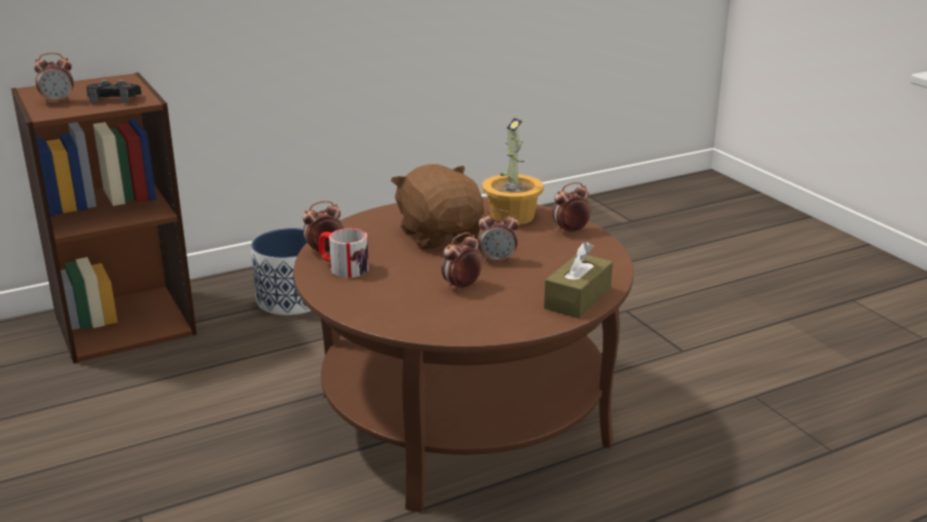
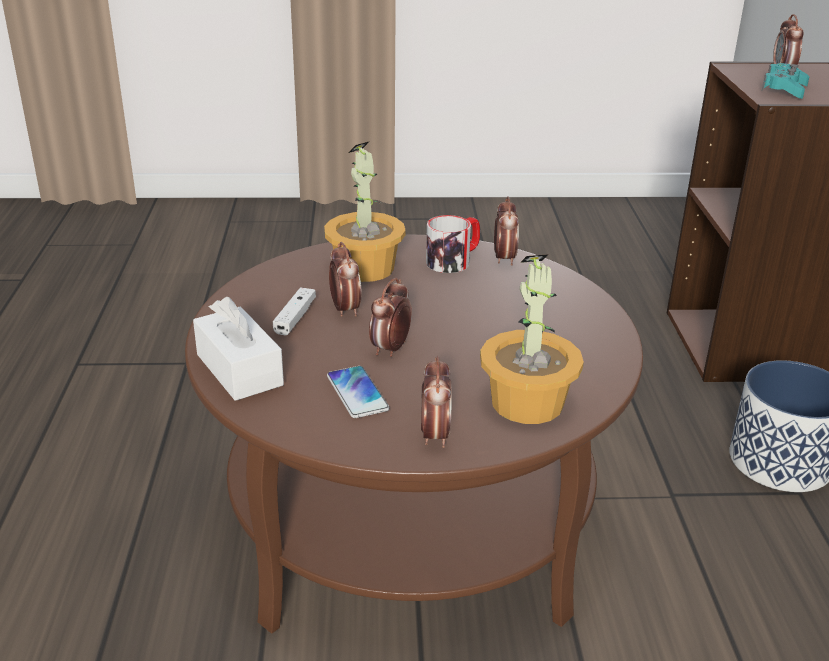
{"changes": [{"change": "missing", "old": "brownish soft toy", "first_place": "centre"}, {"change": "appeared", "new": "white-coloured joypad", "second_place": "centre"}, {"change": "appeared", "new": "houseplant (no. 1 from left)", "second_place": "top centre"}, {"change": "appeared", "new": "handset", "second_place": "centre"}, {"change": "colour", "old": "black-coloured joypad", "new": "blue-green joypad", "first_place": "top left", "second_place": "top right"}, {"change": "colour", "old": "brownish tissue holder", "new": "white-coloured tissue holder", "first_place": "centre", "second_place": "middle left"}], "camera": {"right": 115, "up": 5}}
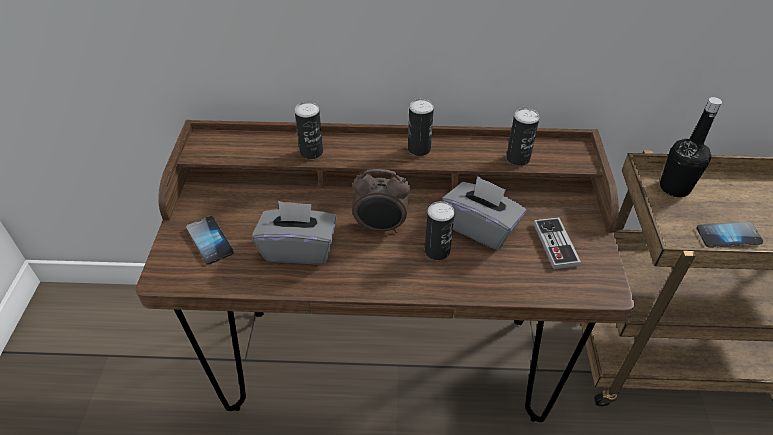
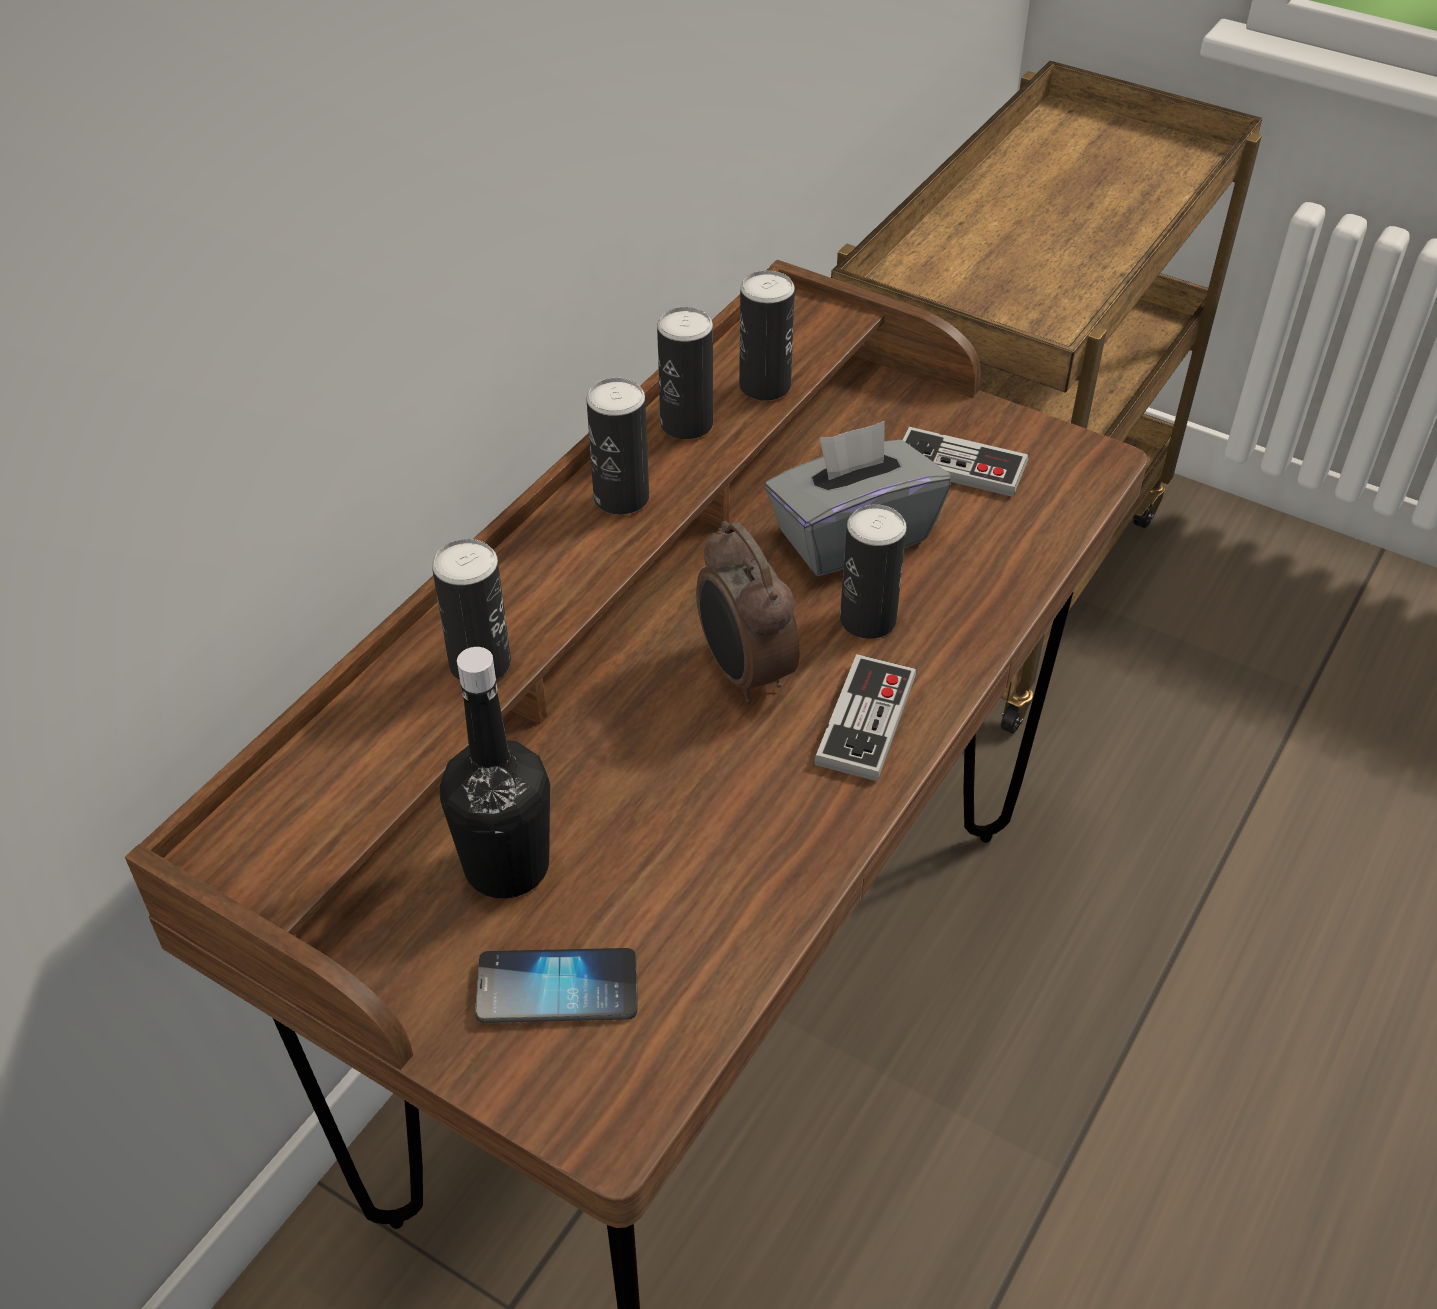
{"changes": [{"change": "missing", "old": "gray tissue holder (no. 1 from left)", "first_place": "centre"}, {"change": "missing", "old": "handset (no. 2 from left)", "first_place": "middle right"}, {"change": "appeared", "new": "sealed can (no. 3 from left)", "second_place": "top centre"}, {"change": "appeared", "new": "joypad (no. 1 from left)", "second_place": "centre"}, {"change": "relocated", "old": "black-coloured beverage bottle", "first_place": "middle right", "second_place": "centre"}, {"change": "spun", "old": "alarm clock", "first_place": "centre", "second_place": "centre", "degrees": 120}], "camera": {"right": -60, "up": 0}}
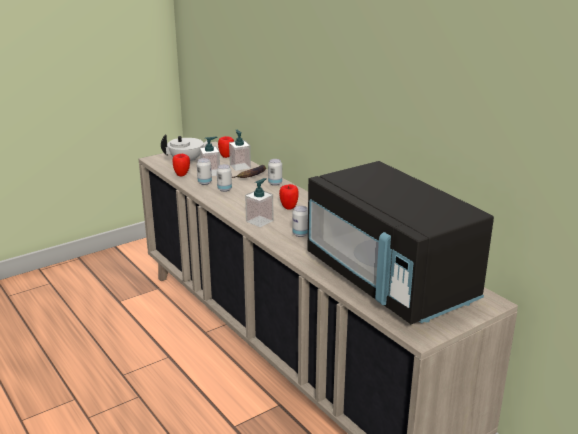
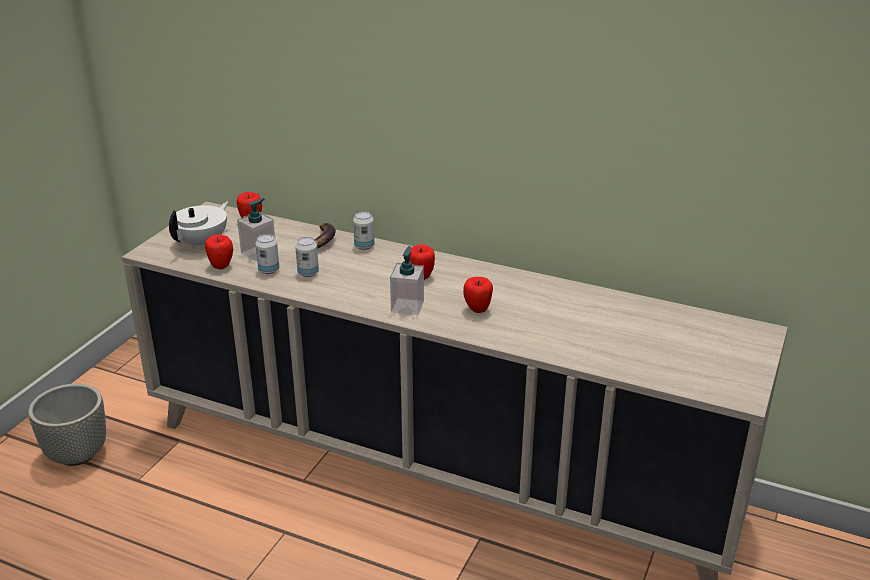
{"changes": [{"change": "missing", "old": "soap dispenser (no. 2 from left)", "first_place": "centre"}, {"change": "missing", "old": "black-coloured kitchen microwave", "first_place": "middle right"}, {"change": "appeared", "new": "gray plant pot", "second_place": "bottom left"}, {"change": "exchanged", "old": "sealed can (no. 4 from left)", "new": "apple fruit (no. 4 from left)", "first_place": "centre", "second_place": "centre"}], "camera": {"right": -30, "up": 5}}
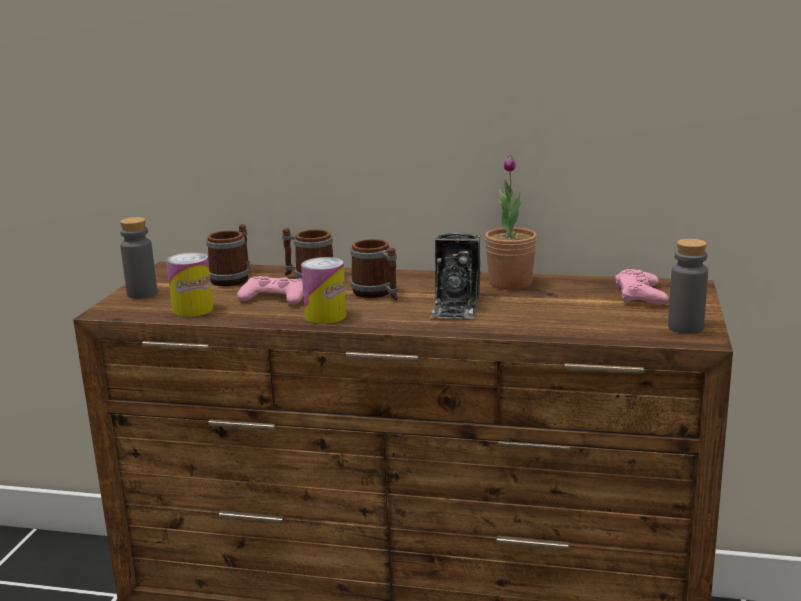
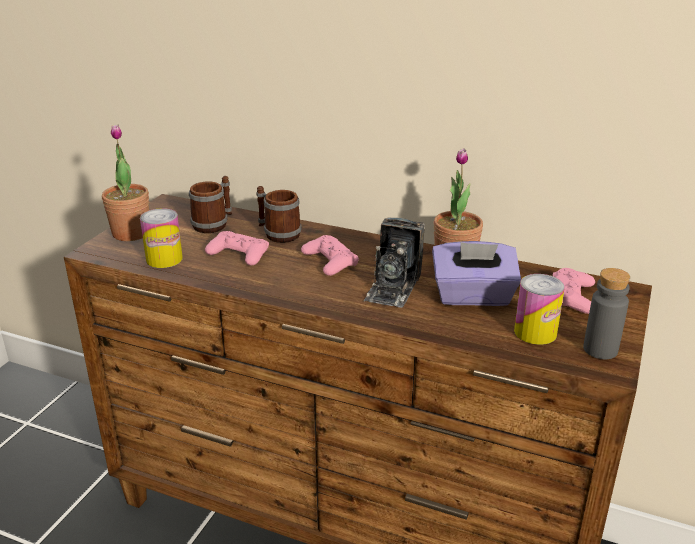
{"changes": [{"change": "appeared", "new": "purple-coloured tissue holder", "second_place": "middle right"}, {"change": "relocated", "old": "sealed can (no. 2 from left)", "first_place": "centre", "second_place": "middle right"}, {"change": "exchanged", "old": "gray beverage bottle (no. 1 from left)", "new": "houseplant (no. 1 from left)", "first_place": "middle left", "second_place": "middle left"}, {"change": "exchanged", "old": "coffee mug (no. 3 from left)", "new": "pink-coloured joypad (no. 2 from left)", "first_place": "centre", "second_place": "centre"}], "camera": {"right": 10, "up": 10}}
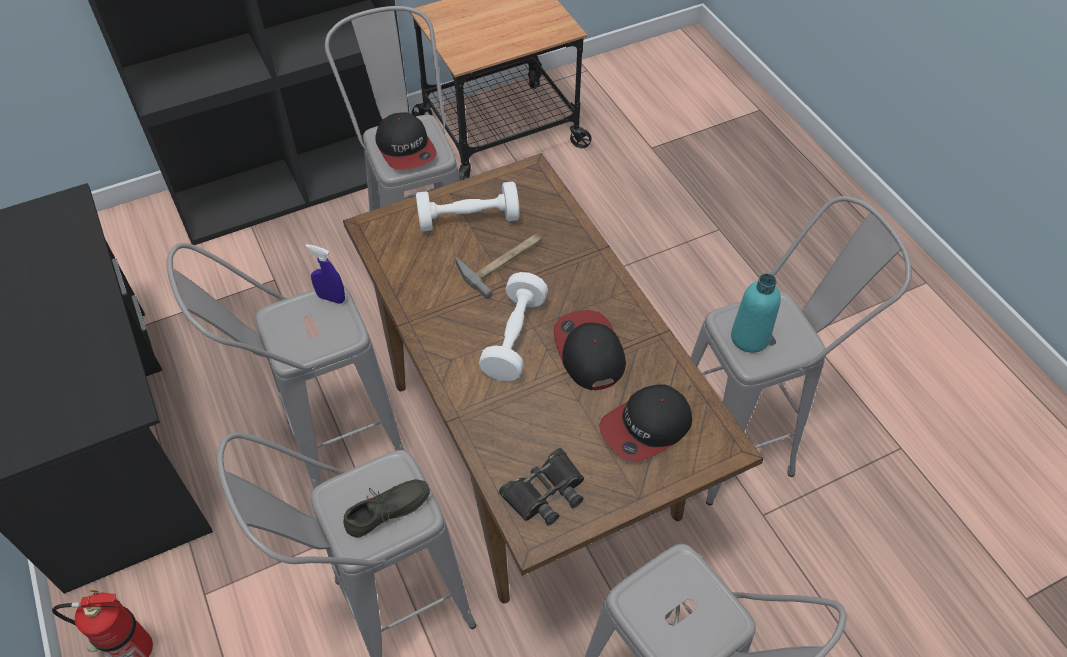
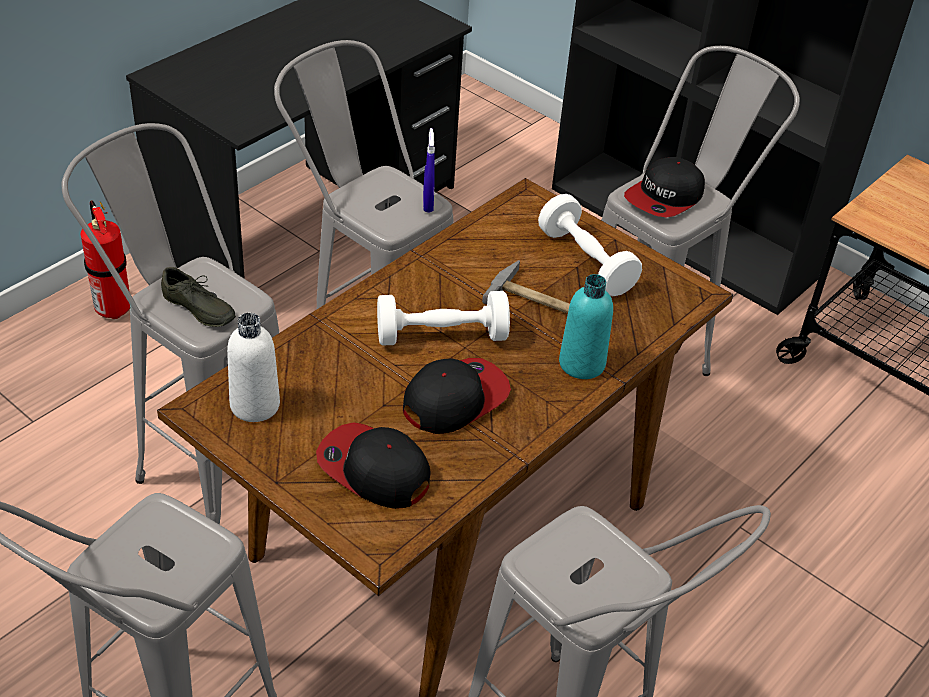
{"changes": [{"change": "relocated", "old": "blue-green beverage bottle", "first_place": "middle right", "second_place": "centre"}, {"change": "exchanged", "old": "black-coloured field glasses", "new": "white-coloured beverage bottle", "first_place": "bottom centre", "second_place": "middle left"}], "camera": {"right": 65, "up": -10}}
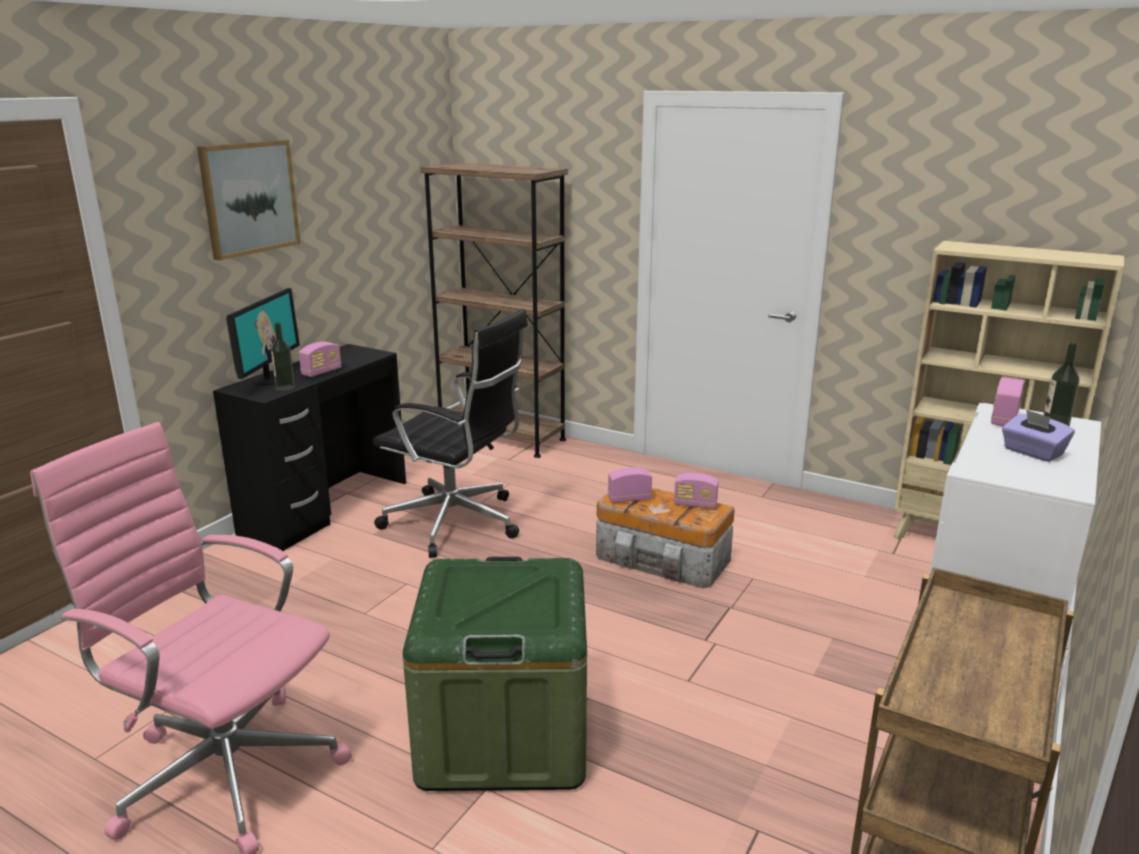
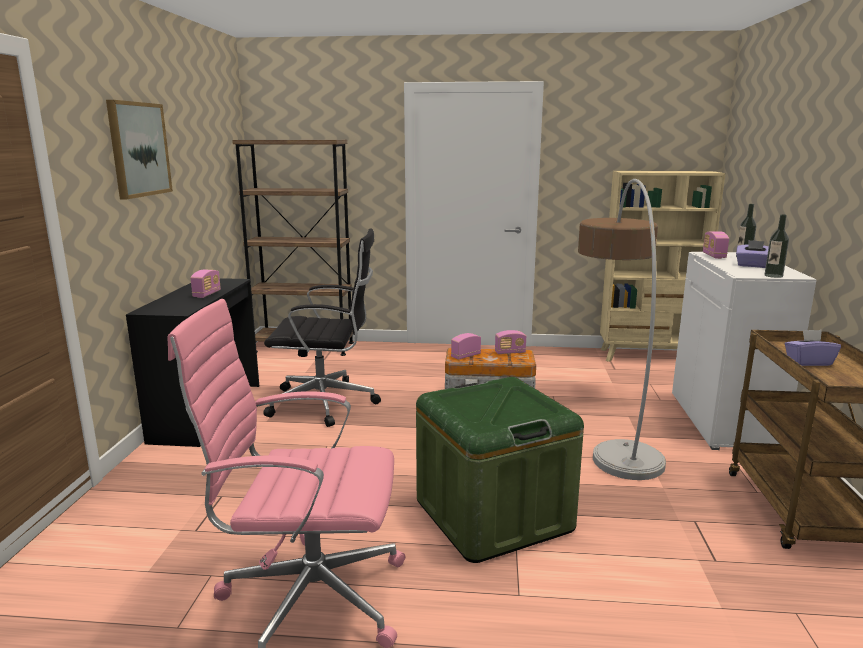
{"changes": [{"change": "missing", "old": "monitor", "first_place": "middle left"}, {"change": "appeared", "new": "floor lamp", "second_place": "middle right"}, {"change": "appeared", "new": "purple-coloured tissue holder (no. 2 from left)", "second_place": "middle right"}, {"change": "relocated", "old": "beverage bottle (no. 1 from left in the first image)", "new": "beverage bottle (no. 2 from left)", "first_place": "middle left", "second_place": "middle right"}], "camera": {"right": -25, "up": -5}}
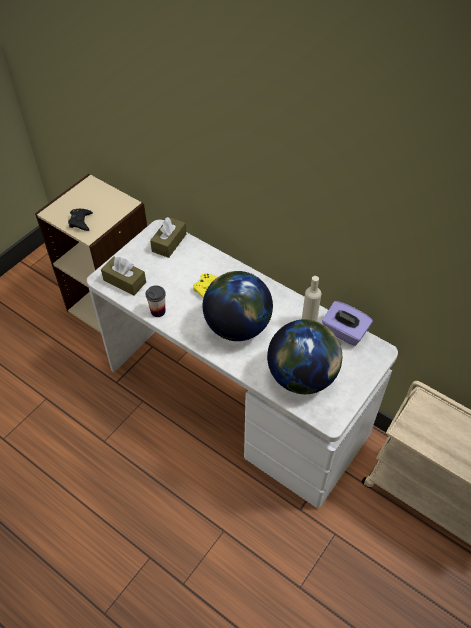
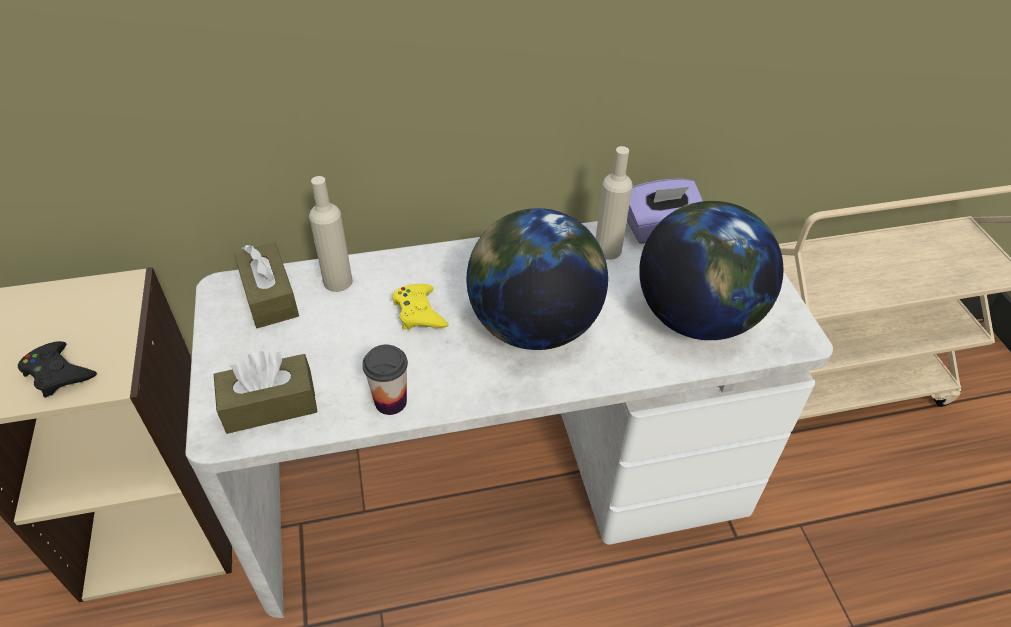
{"changes": [{"change": "appeared", "new": "sand-coloured beverage bottle (no. 1 from left)", "second_place": "middle left"}], "camera": {"right": -50, "up": -5}}
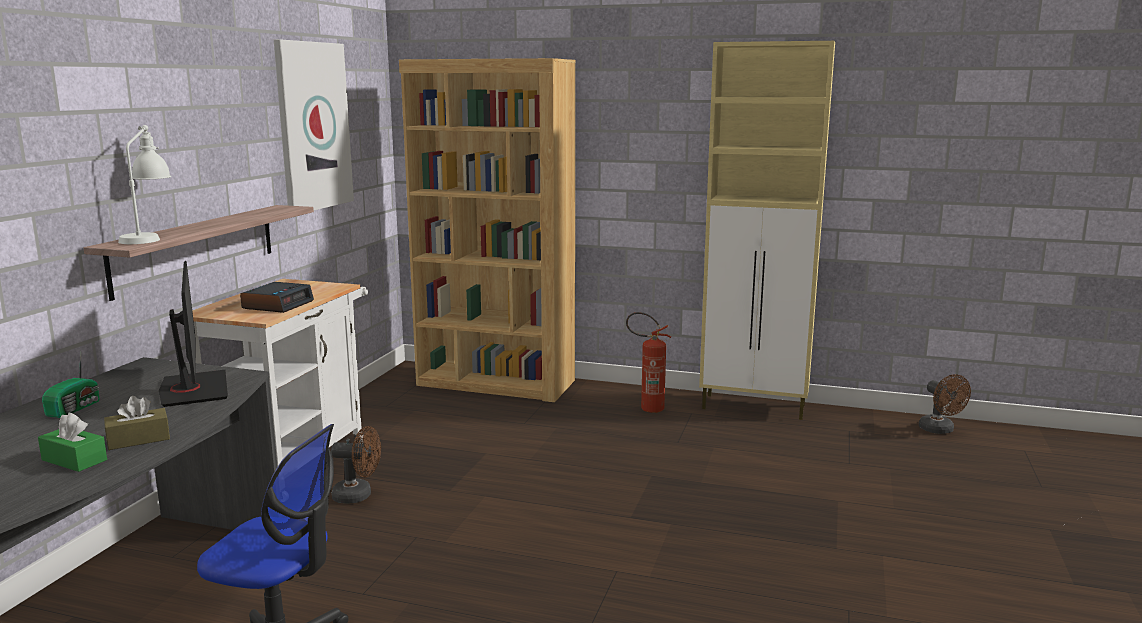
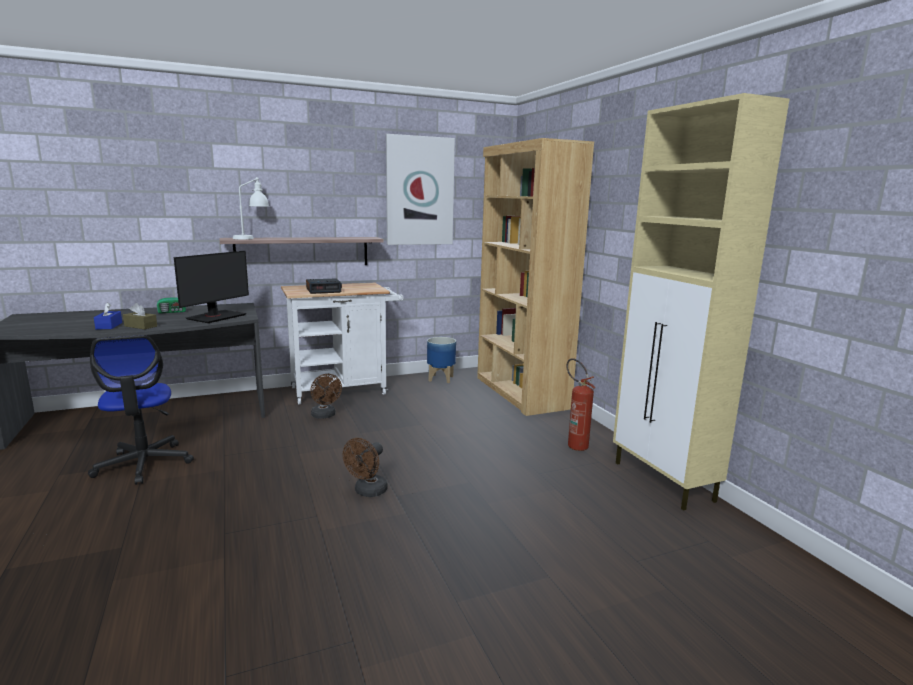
{"changes": [{"change": "appeared", "new": "plant pot", "second_place": "centre"}, {"change": "relocated", "old": "brownish fan (no. 2 from left)", "first_place": "middle right", "second_place": "bottom centre"}, {"change": "colour", "old": "greenish tissue holder", "new": "blue-coloured tissue holder", "first_place": "bottom left", "second_place": "middle left"}], "camera": {"right": 50, "up": 0}}
